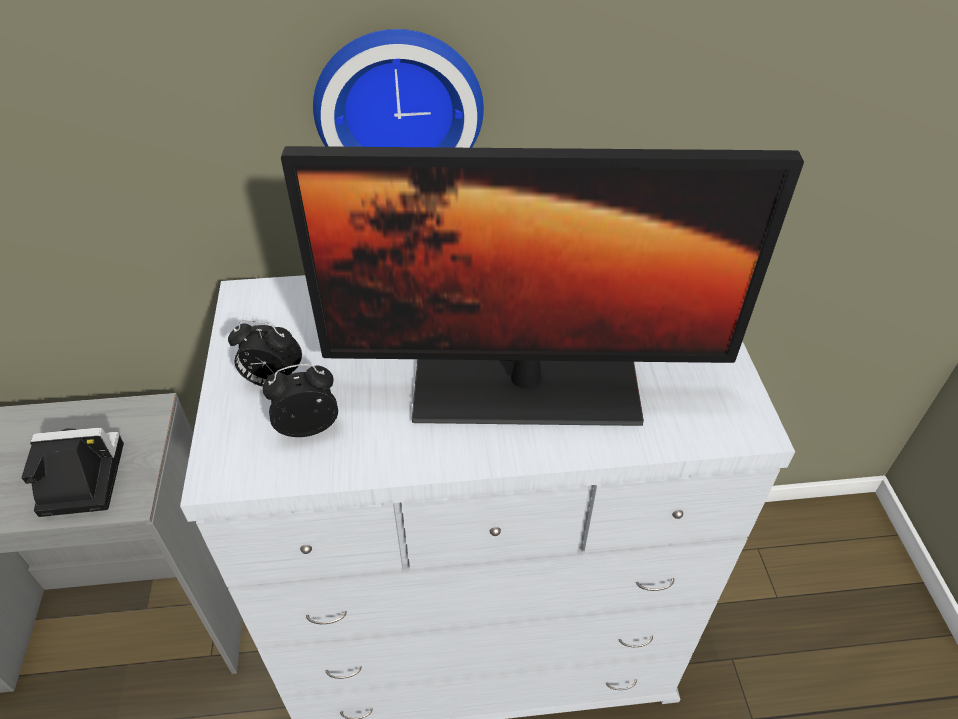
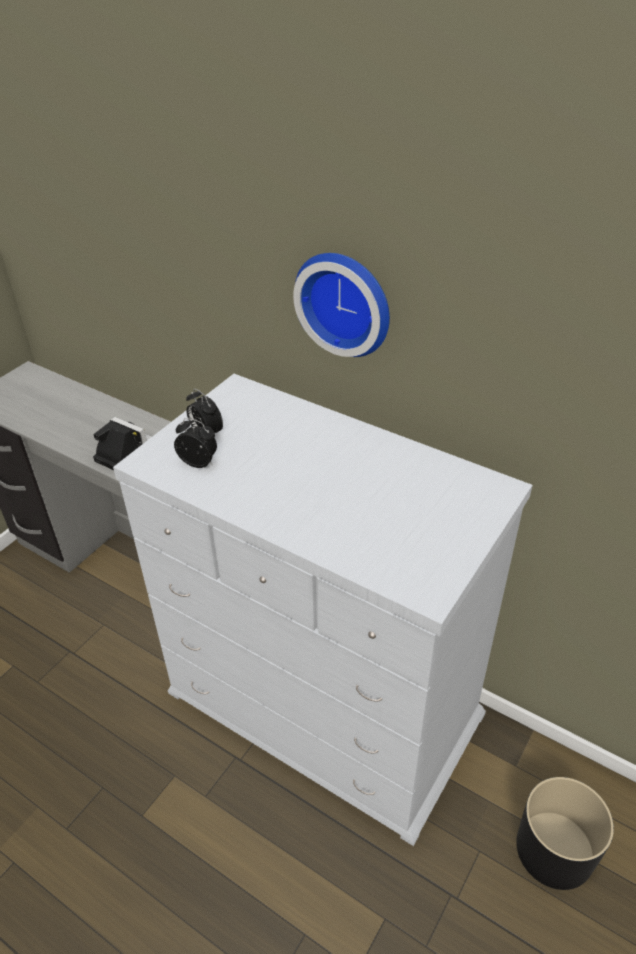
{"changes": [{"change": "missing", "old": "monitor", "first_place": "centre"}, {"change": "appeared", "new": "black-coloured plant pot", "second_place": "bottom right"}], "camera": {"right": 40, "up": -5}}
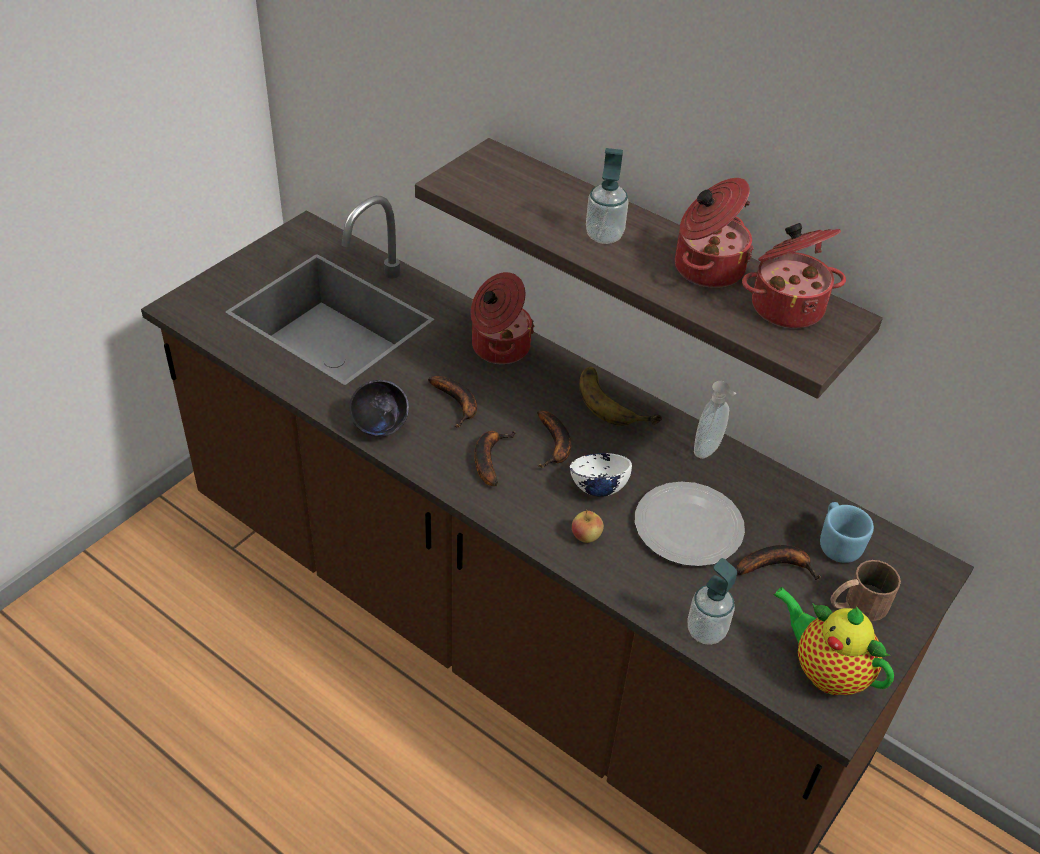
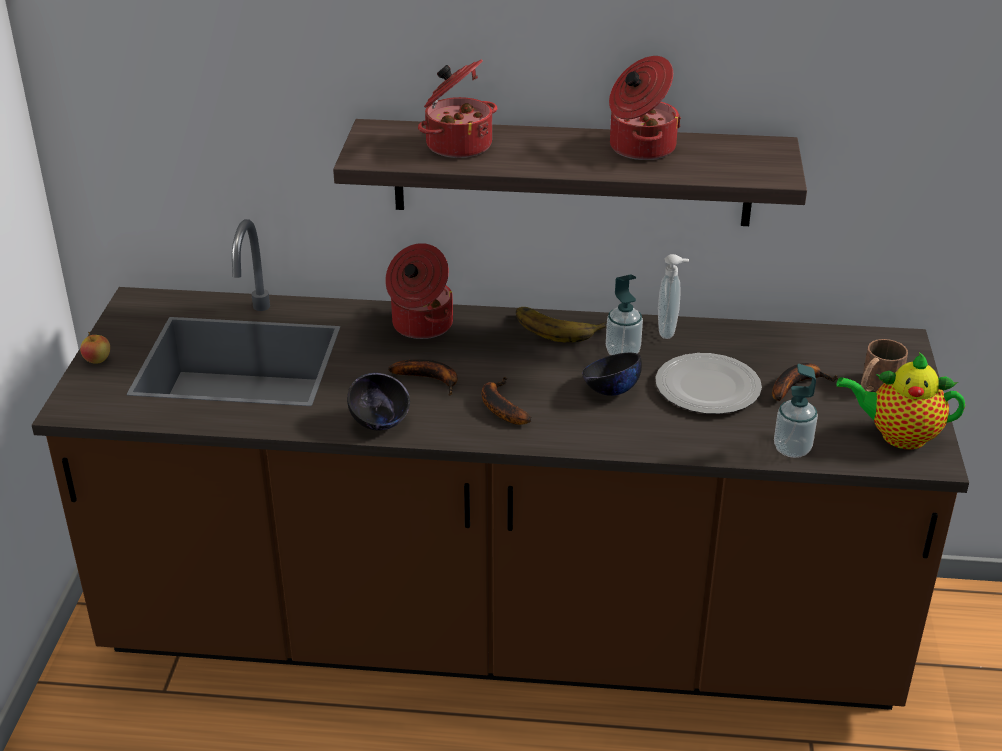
{"changes": [{"change": "missing", "old": "whole banana (no. 3 from left)", "first_place": "centre"}, {"change": "missing", "old": "blue-coloured coffee mug", "first_place": "middle right"}, {"change": "relocated", "old": "apple fruit", "first_place": "centre", "second_place": "middle left"}, {"change": "relocated", "old": "soap dispenser (no. 1 from left)", "first_place": "top centre", "second_place": "centre"}, {"change": "relocated", "old": "cooking pot (no. 3 from left in the first image)", "new": "cooking pot (no. 2 from left)", "first_place": "top right", "second_place": "top centre"}, {"change": "colour", "old": "white-coloured bowl", "new": "black-coloured bowl (no. 2 from left)", "first_place": "centre", "second_place": "centre"}], "camera": {"right": -30, "up": -10}}
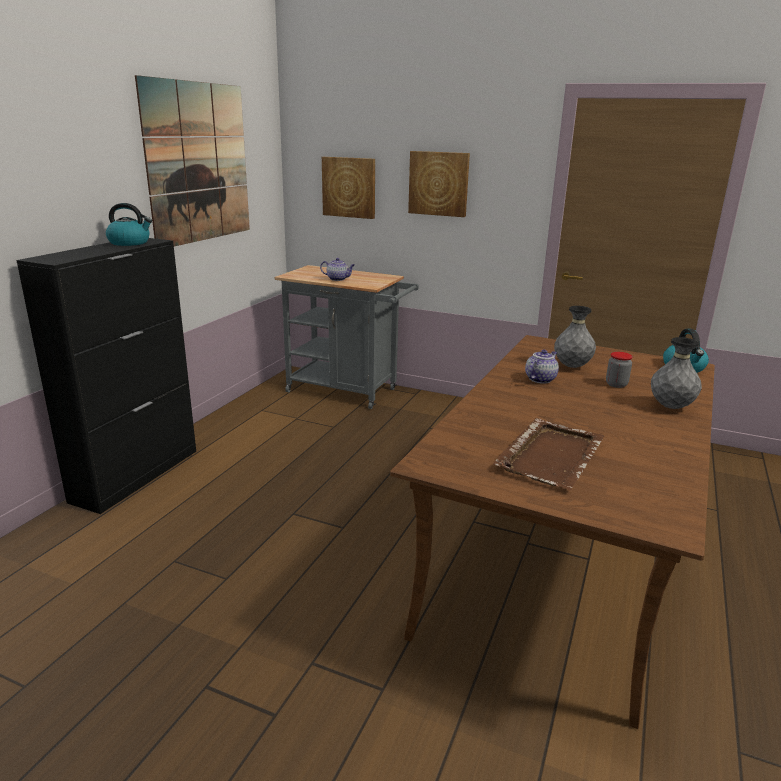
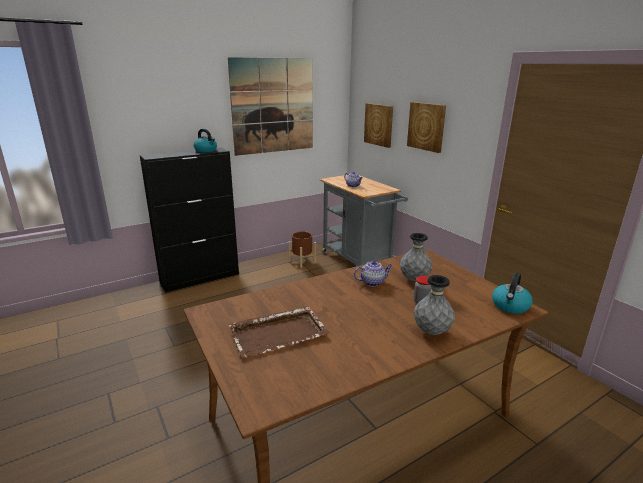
{"changes": [{"change": "appeared", "new": "brownish plant pot", "second_place": "centre"}], "camera": {"right": 35, "up": 0}}
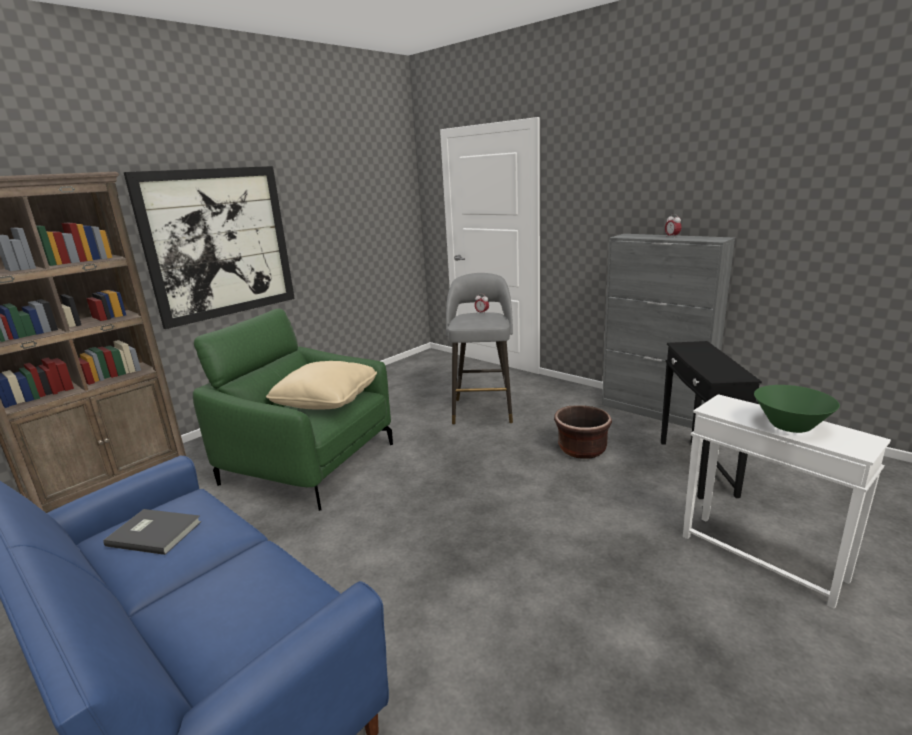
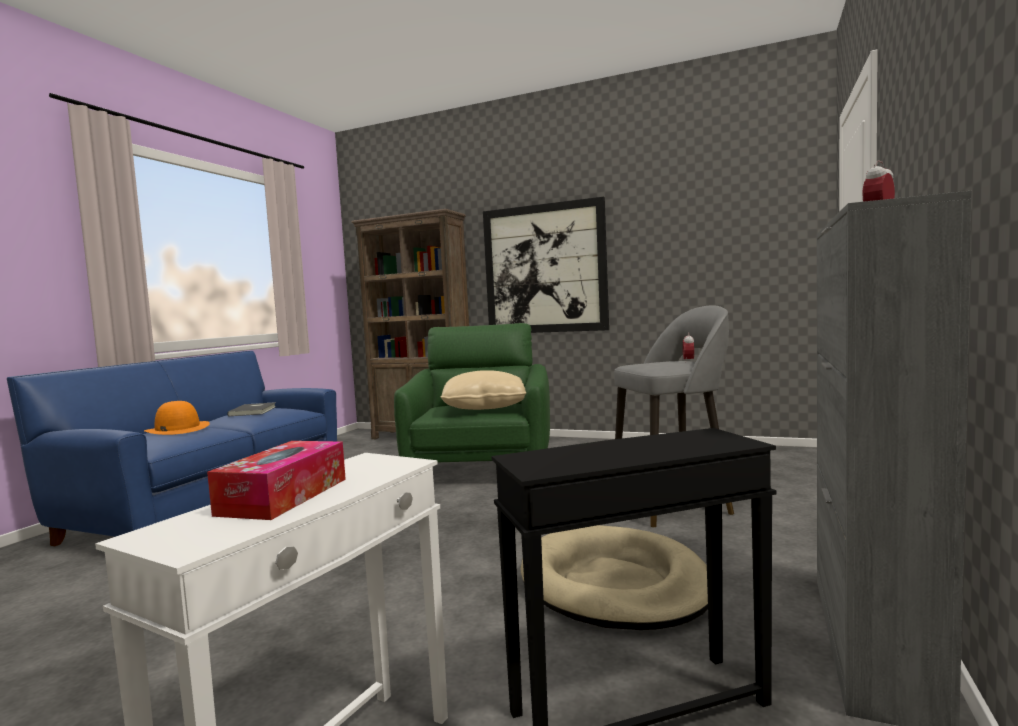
{"changes": [{"change": "appeared", "new": "orange-coloured wearable hat", "second_place": "middle left"}, {"change": "exchanged", "old": "brownish plant pot", "new": "sand-coloured pet bed", "first_place": "centre", "second_place": "bottom centre"}, {"change": "exchanged", "old": "greenish bowl", "new": "tissue holder", "first_place": "middle right", "second_place": "middle left"}], "camera": {"right": 70, "up": -15}}
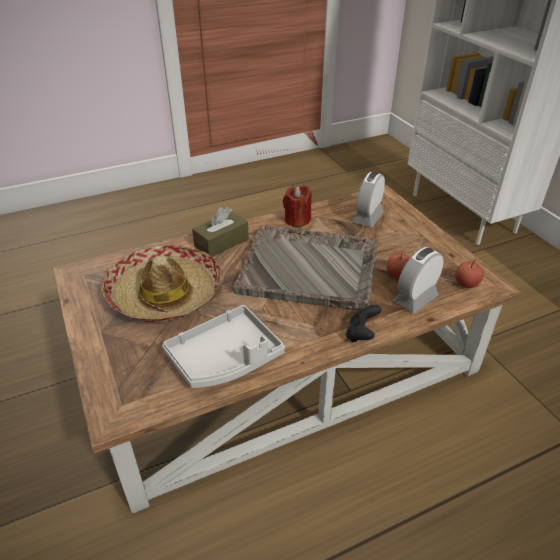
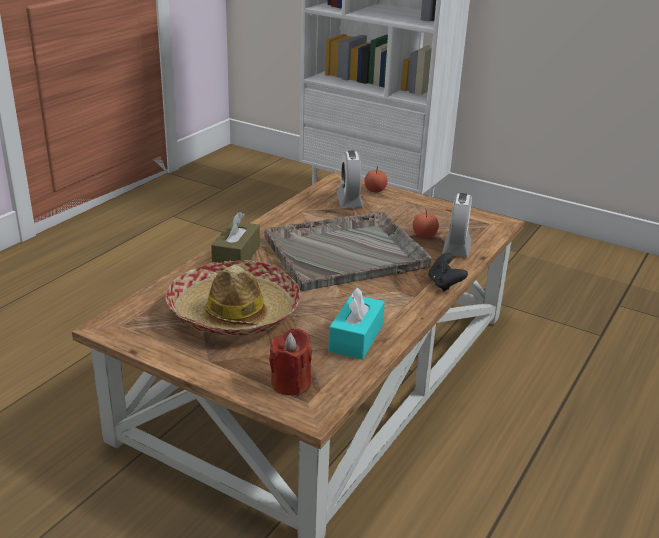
{"changes": [{"change": "relocated", "old": "reddish wax light", "first_place": "centre", "second_place": "bottom centre"}, {"change": "relocated", "old": "apple fruit (no. 2 from left in the first image)", "new": "apple fruit (no. 1 from left)", "first_place": "middle right", "second_place": "top centre"}, {"change": "exchanged", "old": "gray carrying tray (no. 1 from left)", "new": "blue-green tissue holder", "first_place": "centre", "second_place": "centre"}], "camera": {"right": -35, "up": -10}}
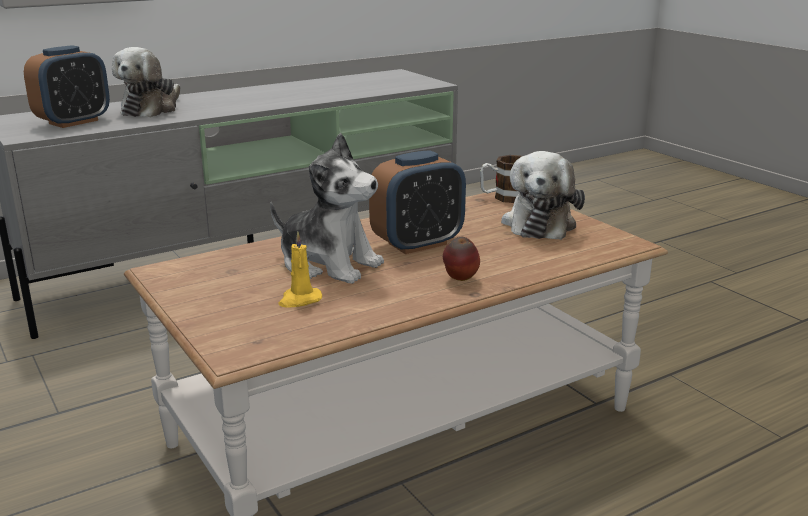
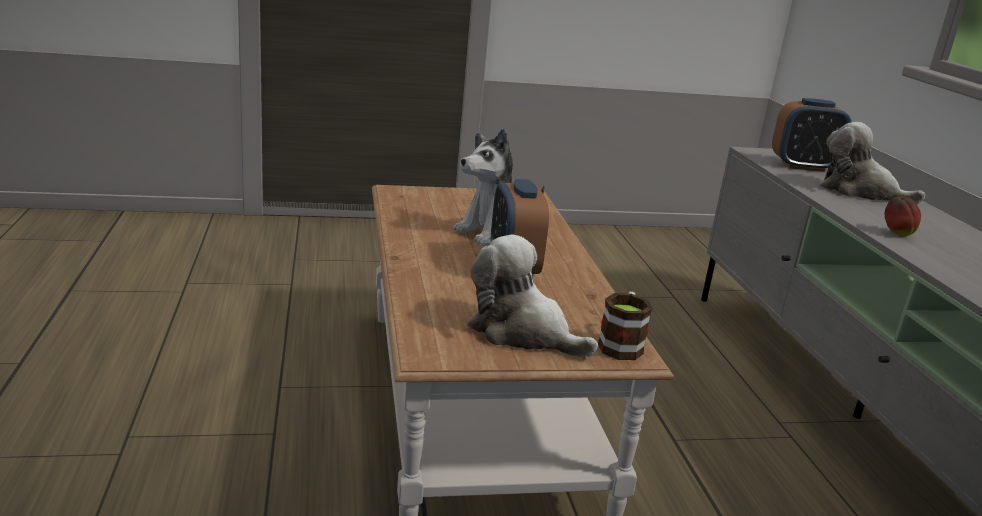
{"changes": [{"change": "missing", "old": "yellow-coloured wax light", "first_place": "centre"}, {"change": "relocated", "old": "apple fruit", "first_place": "centre", "second_place": "middle right"}, {"change": "spun", "old": "alarm clock (no. 1 from left in the first image)", "first_place": "top left", "second_place": "top right", "degrees": -60}], "camera": {"right": 110, "up": 0}}
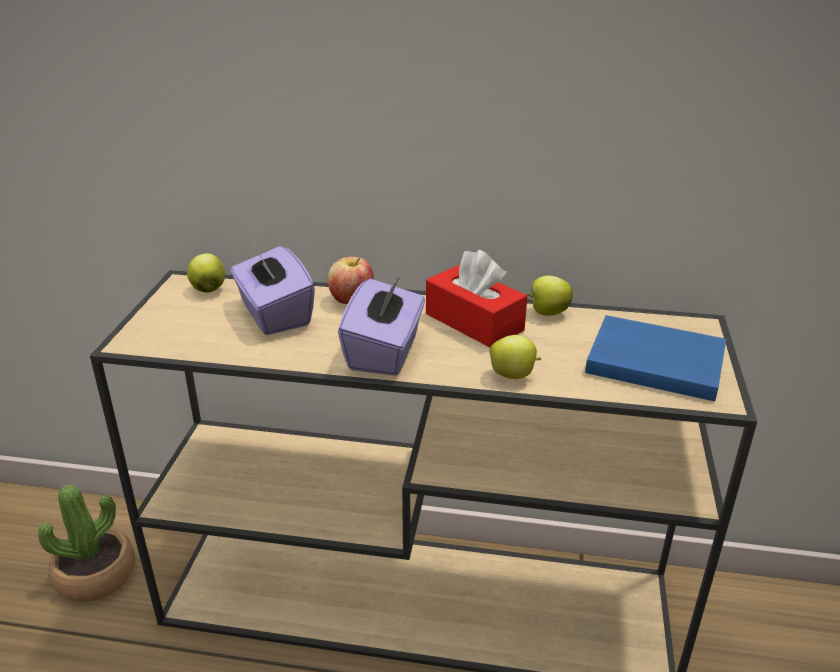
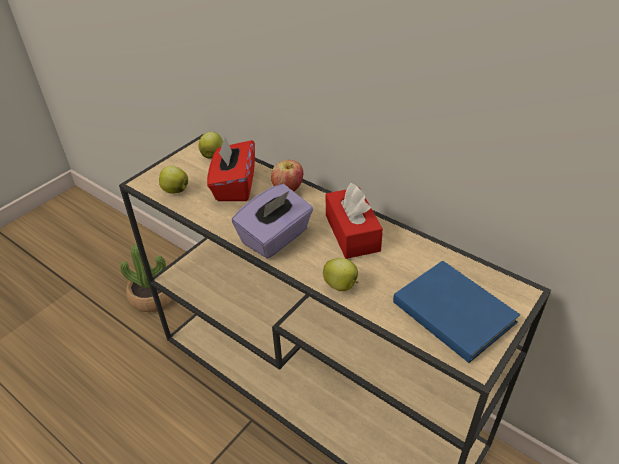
{"changes": [{"change": "relocated", "old": "apple fruit (no. 4 from left in the first image)", "new": "apple fruit (no. 1 from left)", "first_place": "centre", "second_place": "middle left"}, {"change": "colour", "old": "purple-coloured tissue holder (no. 1 from left)", "new": "reddish tissue holder (no. 1 from left)", "first_place": "middle left", "second_place": "centre"}], "camera": {"right": 30, "up": 10}}
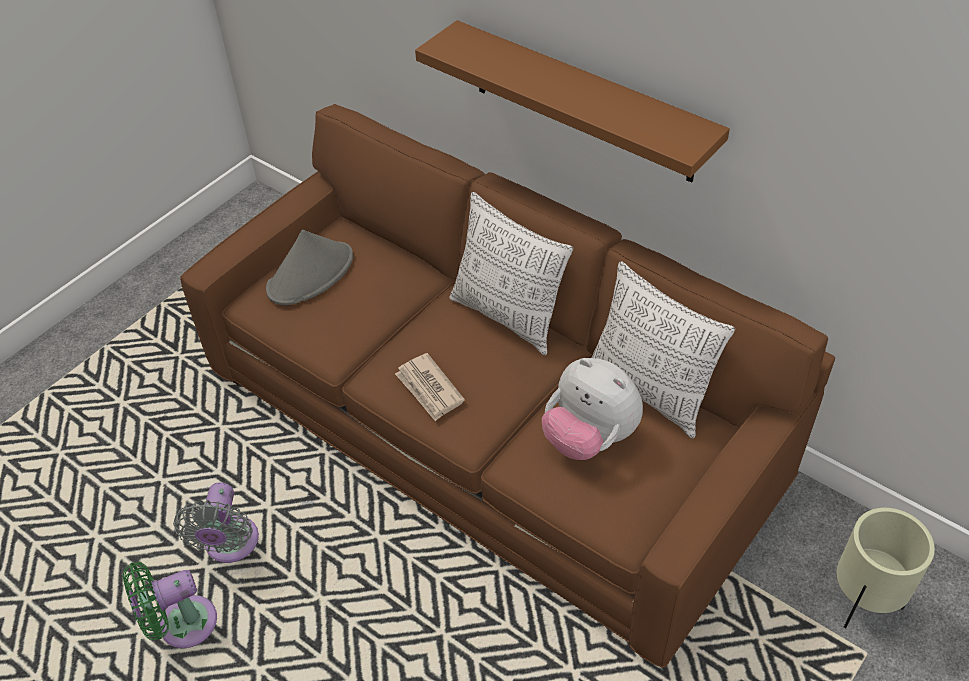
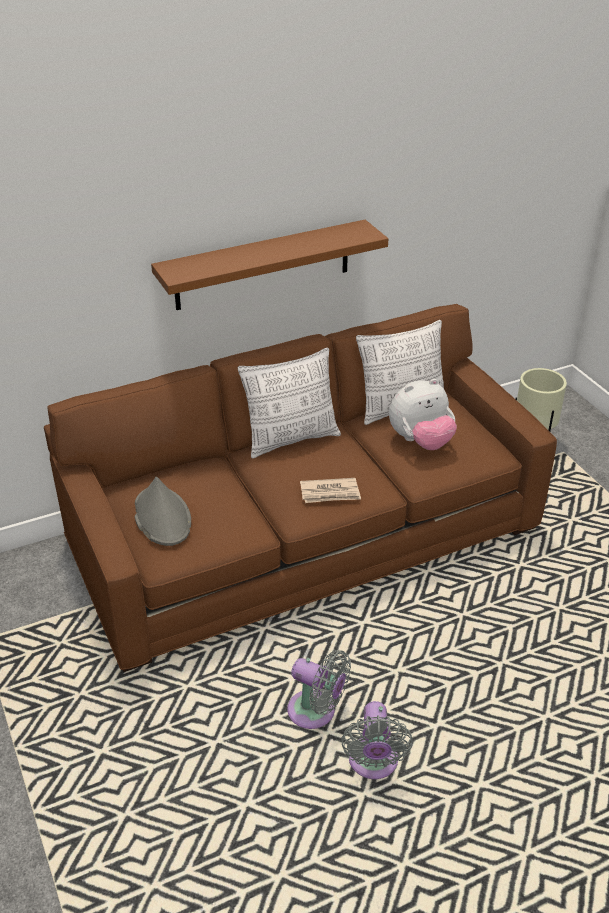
{"changes": [{"change": "colour", "old": "greenish fan", "new": "gray fan (no. 2 from left)", "first_place": "bottom left", "second_place": "bottom centre"}], "camera": {"right": -65, "up": -10}}
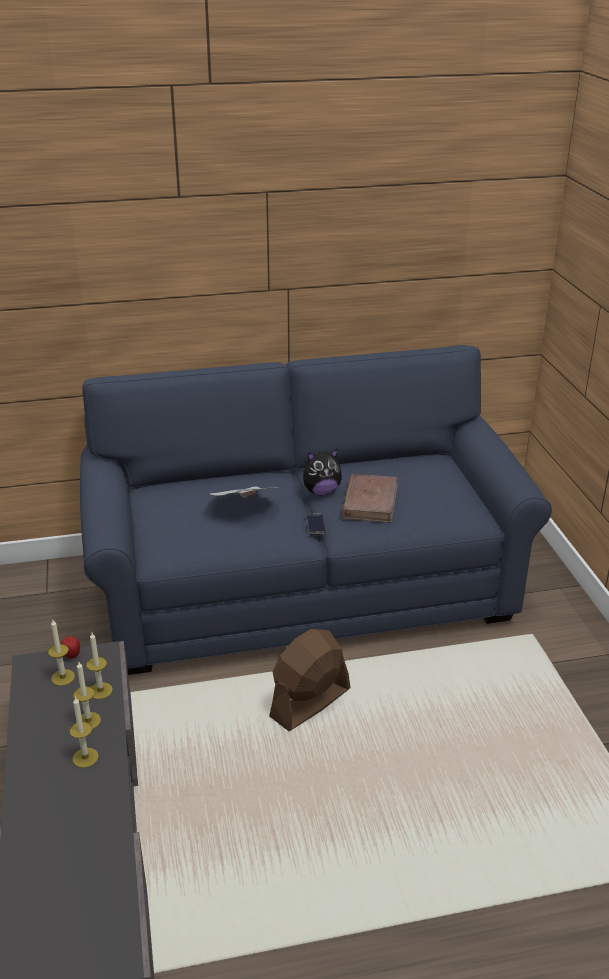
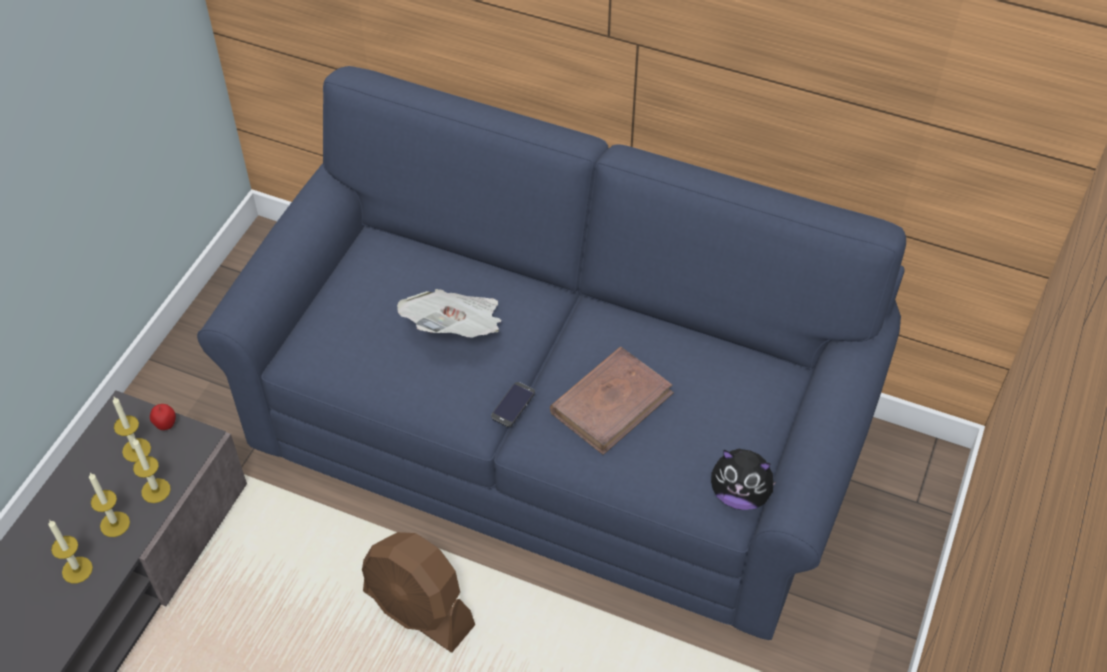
{"changes": [{"change": "relocated", "old": "soft toy", "first_place": "centre", "second_place": "bottom right"}, {"change": "spun", "old": "brownish fan", "first_place": "bottom centre", "second_place": "bottom centre", "degrees": -135}], "camera": {"right": 35, "up": 20}}
